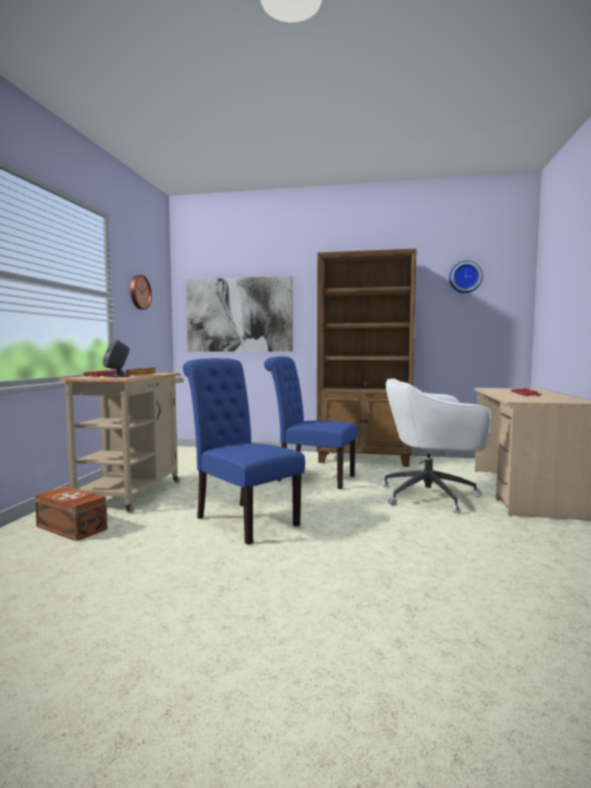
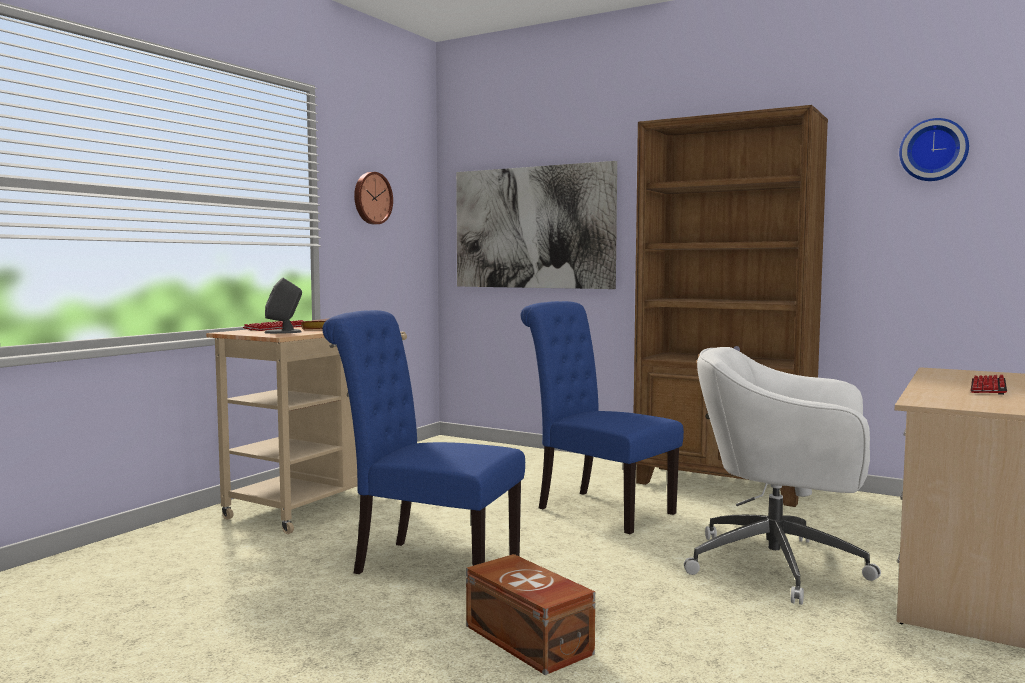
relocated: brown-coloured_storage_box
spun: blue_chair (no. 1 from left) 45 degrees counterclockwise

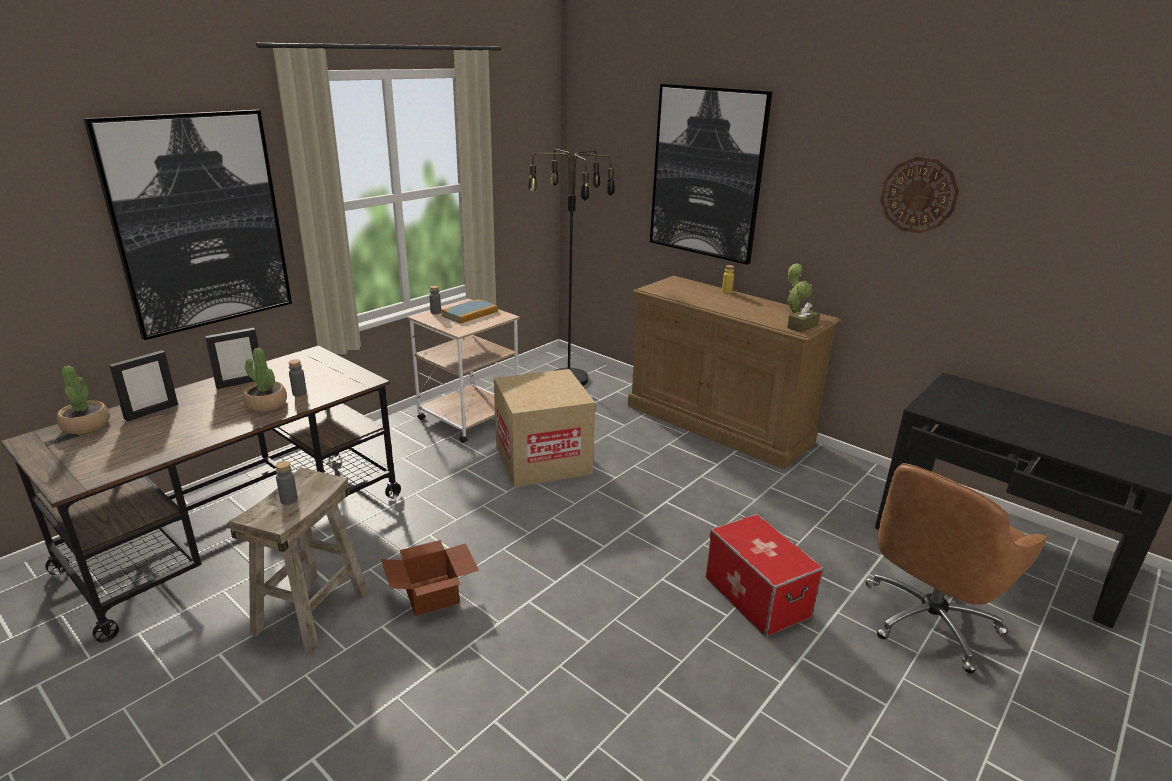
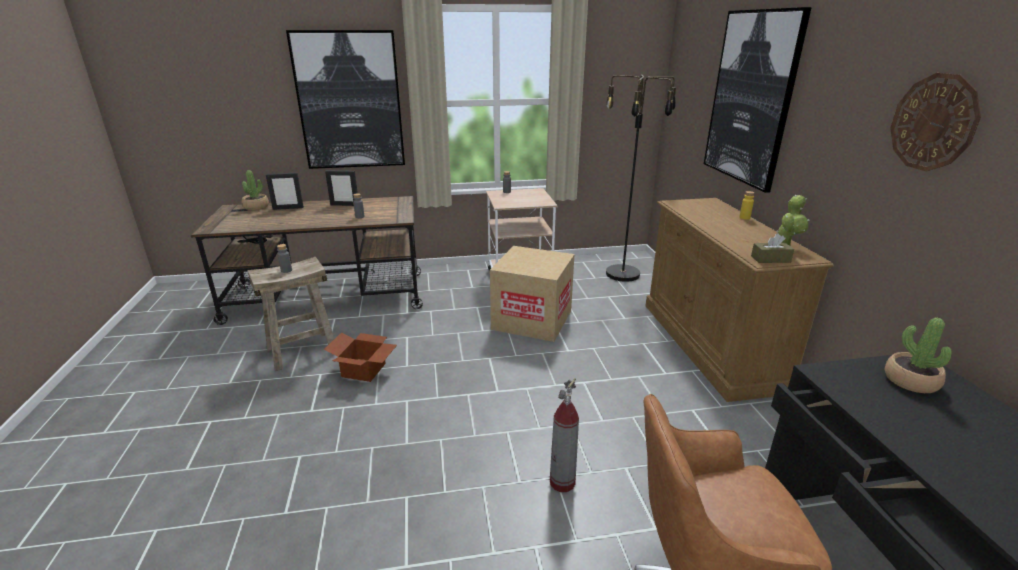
missing: volume
relocated: plant_in_a_pot (no. 2 from left in the first image) to plant_in_a_pot (no. 3 from left)
exchanged: storage_box to fire-fighting_cylinder

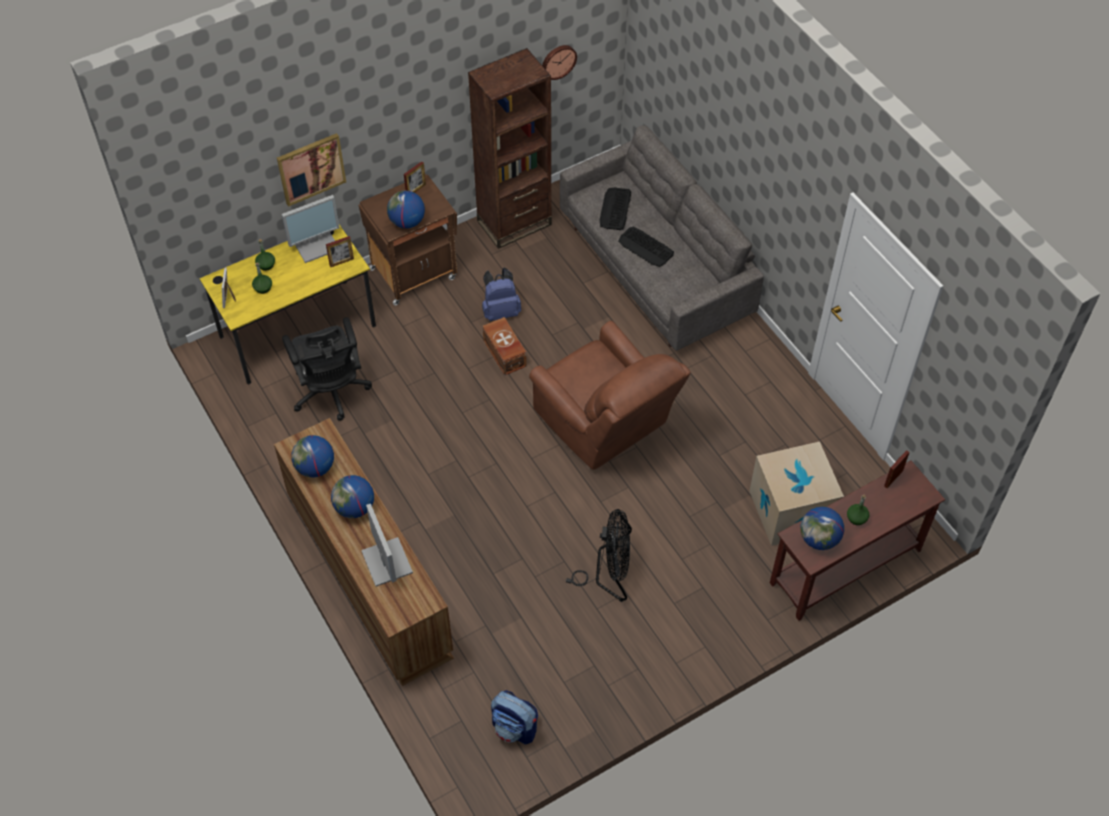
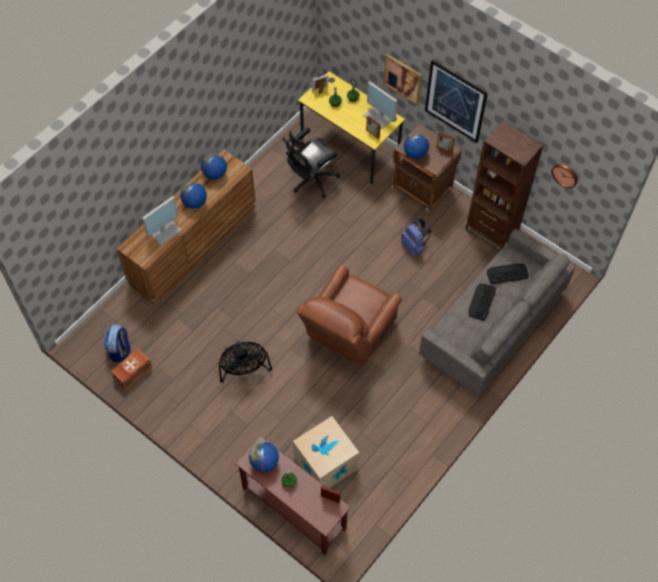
appeared: wall_picture (no. 2 from left)
relocated: brown-coloured_storage_box

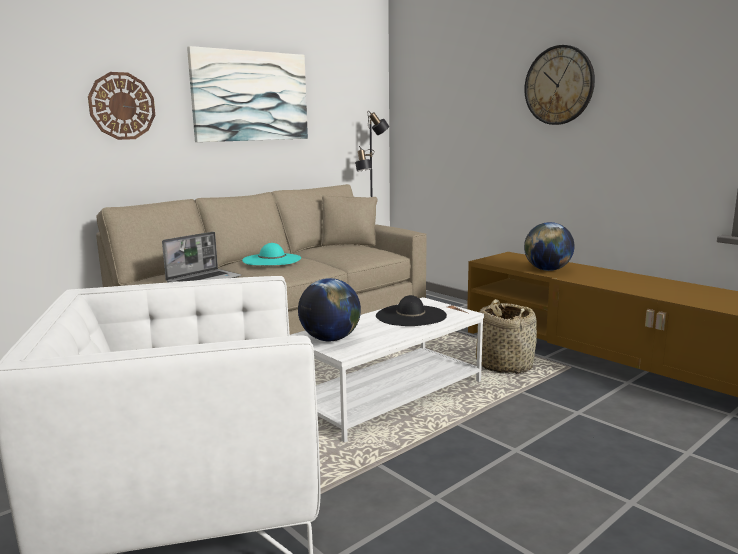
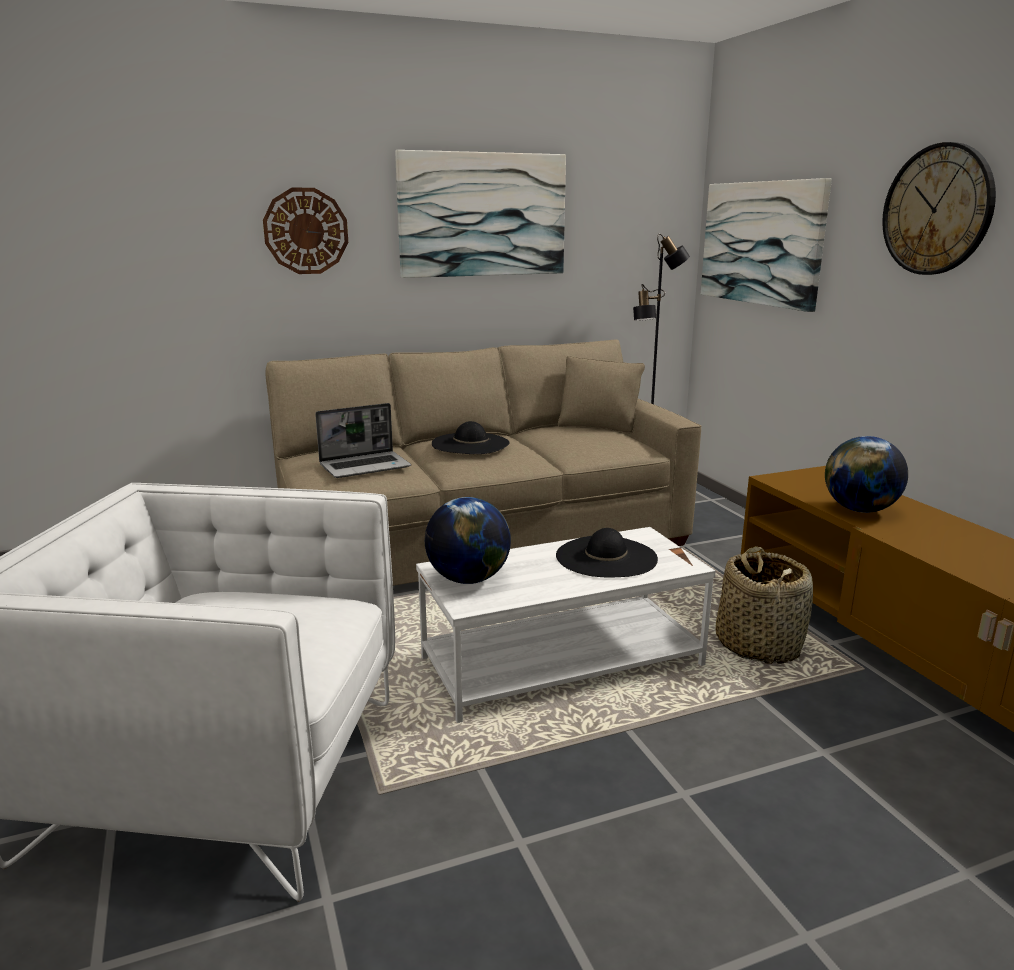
appeared: wall_picture (no. 2 from left)
colour: turquoise_wearable_hat to black_wearable_hat (no. 1 from left)

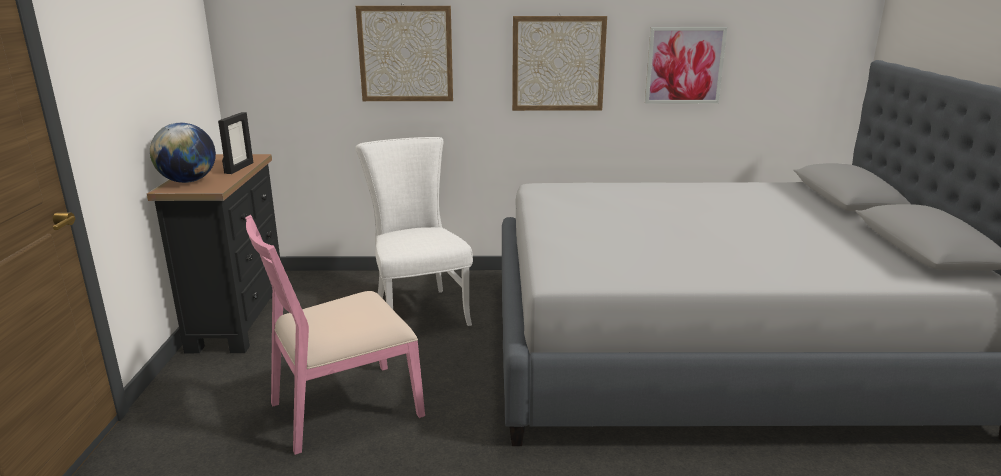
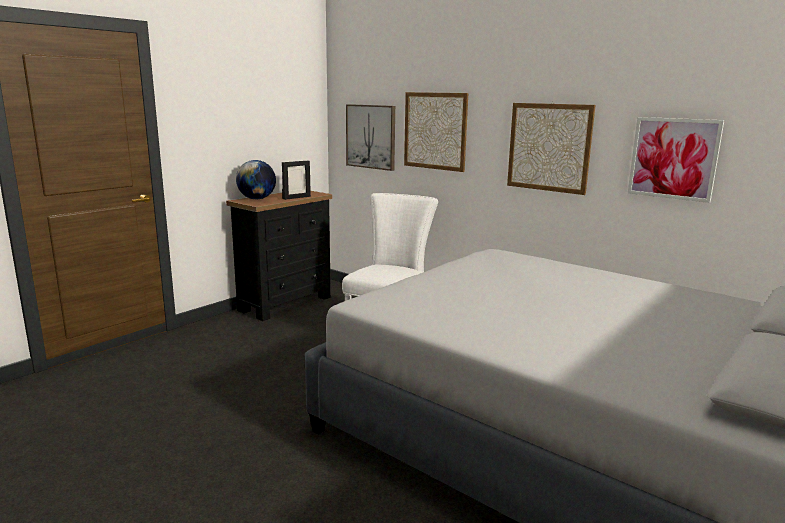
missing: pink-coloured_chair
appeared: wall_picture (no. 1 from left)

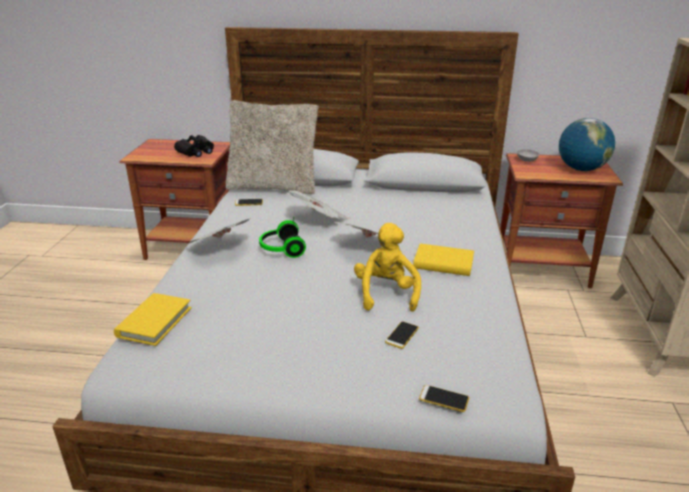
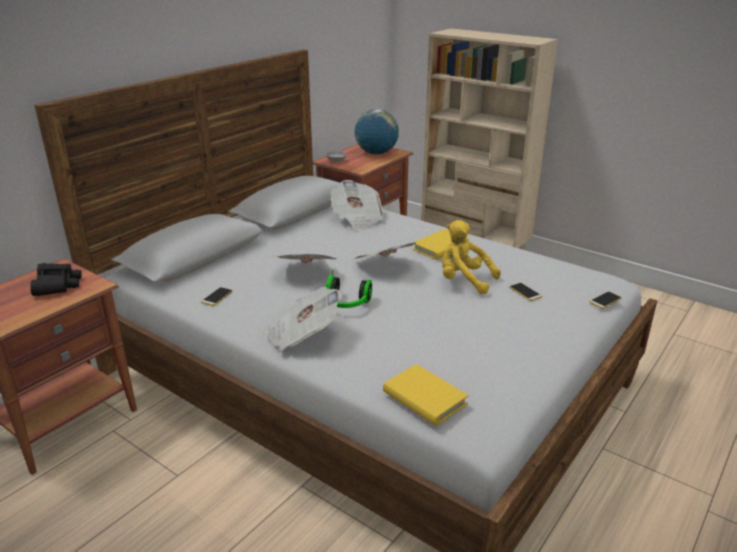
missing: sand-coloured_pillow
appeared: newspaper (no. 3 from left)

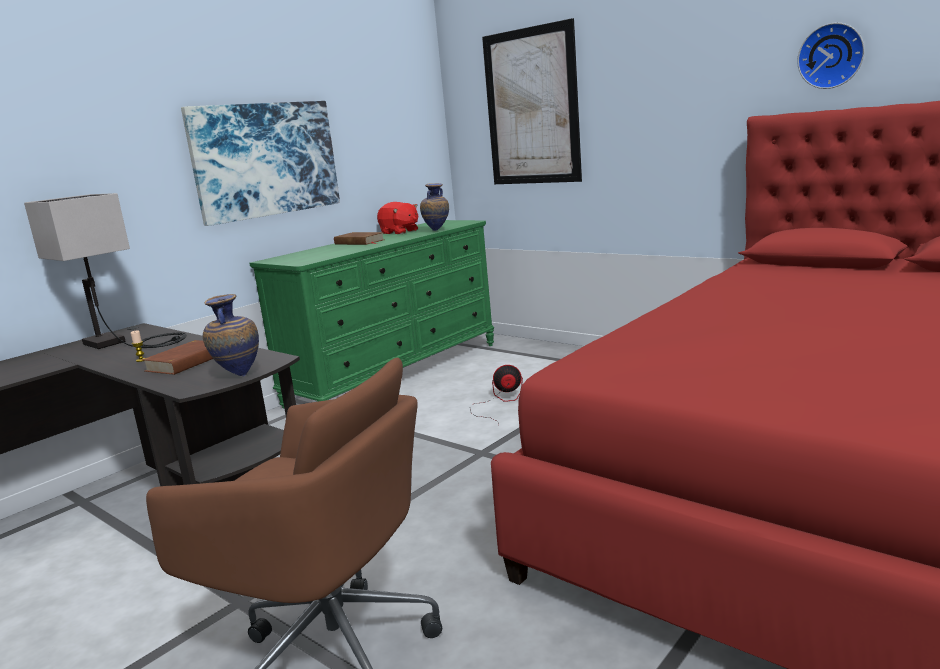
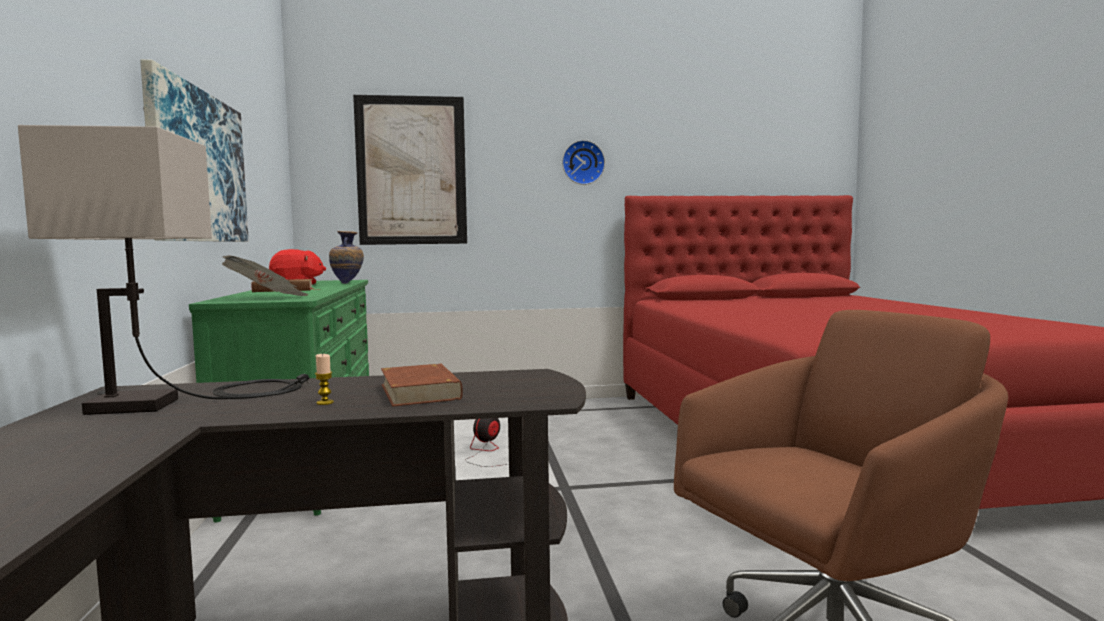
missing: decorative_vase (no. 1 from left)
appeared: newspaper
relocated: wall_clock

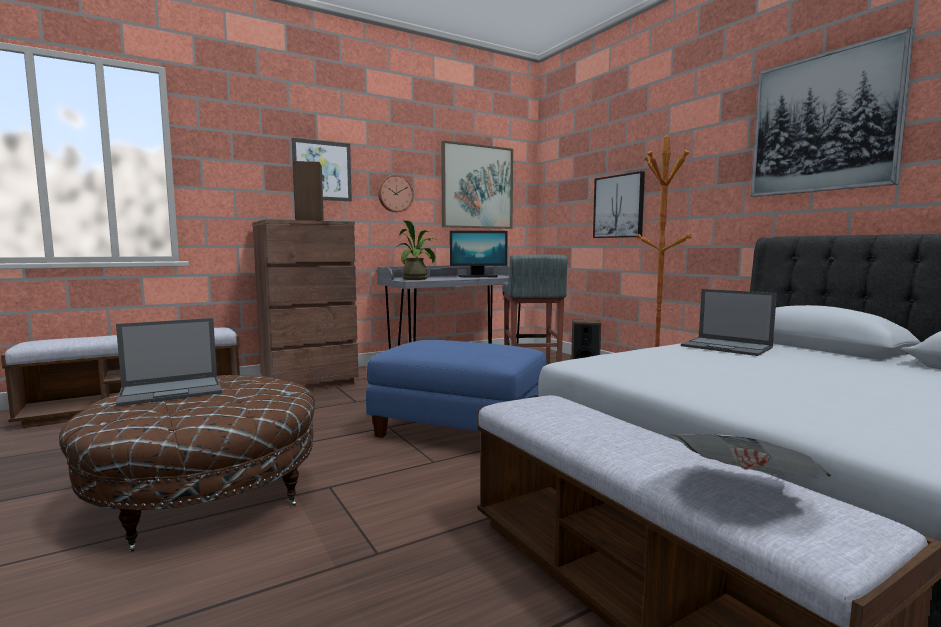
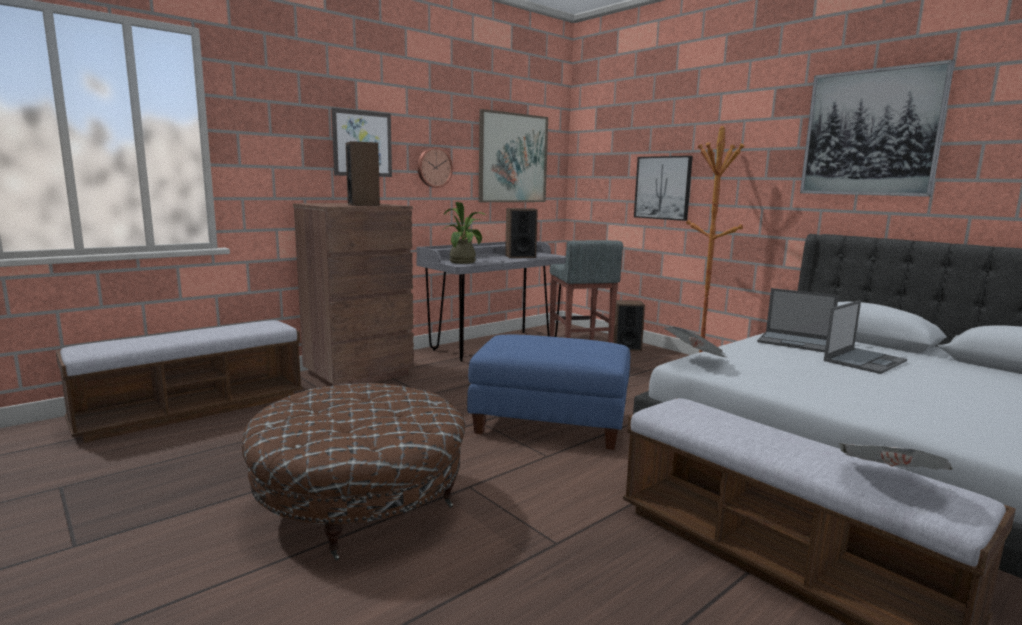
appeared: newspaper (no. 1 from left)
relocated: portable_computer (no. 1 from left in the first image) to portable_computer (no. 2 from left)
exchanged: computer_screen to speaker (no. 2 from left)

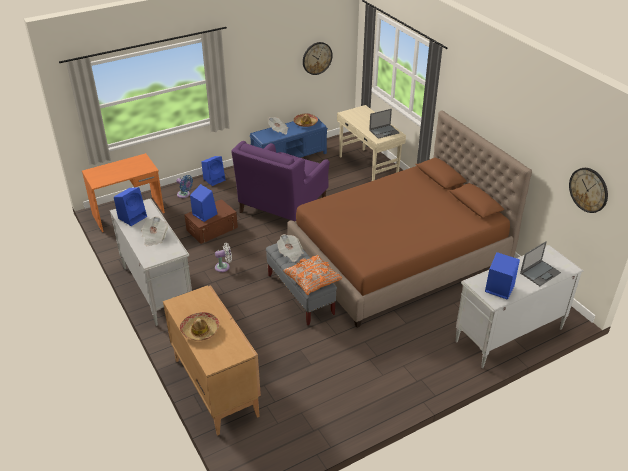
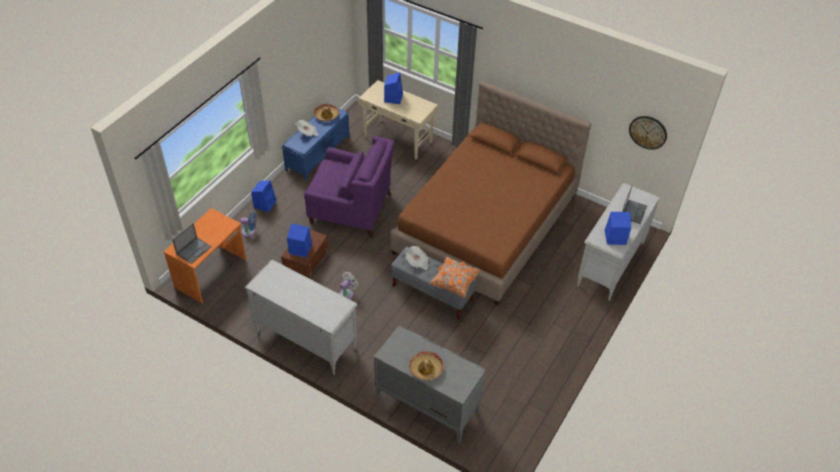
missing: newspaper (no. 1 from left); wall_clock (no. 1 from left)
relocated: blue_speaker (no. 1 from left in the first image) to blue_speaker (no. 3 from left); portable_computer (no. 1 from left)
colour: brown-coloured_cupboard to grey_cupboard
spun: purplish_armchair 75 degrees counterclockwise

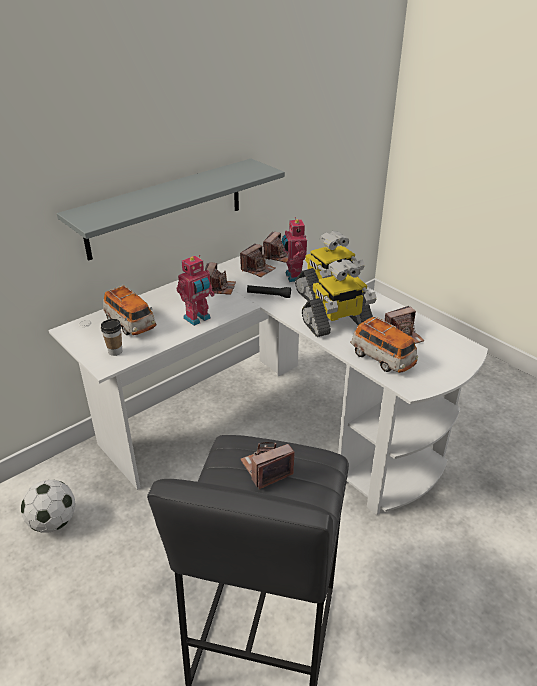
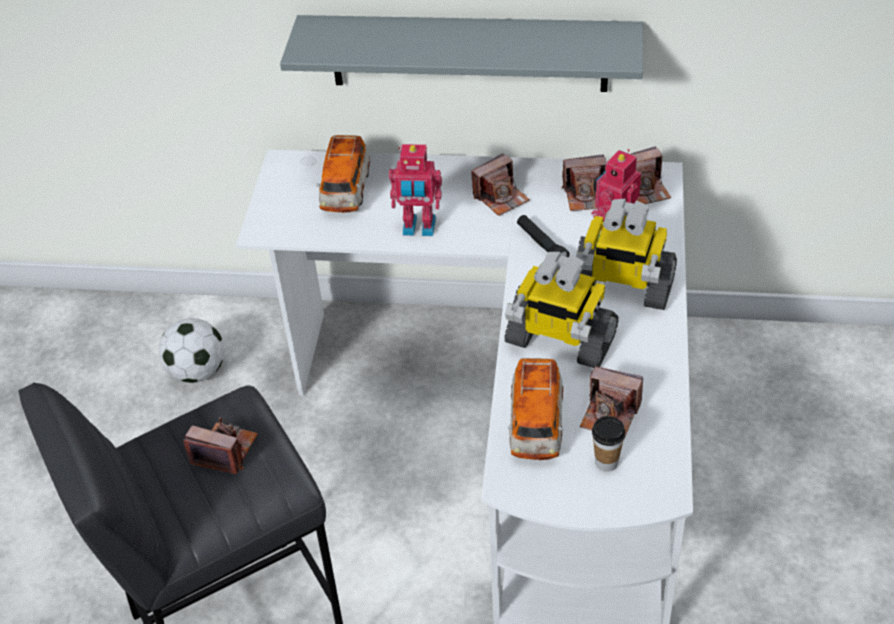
relocated: drinking_cup

